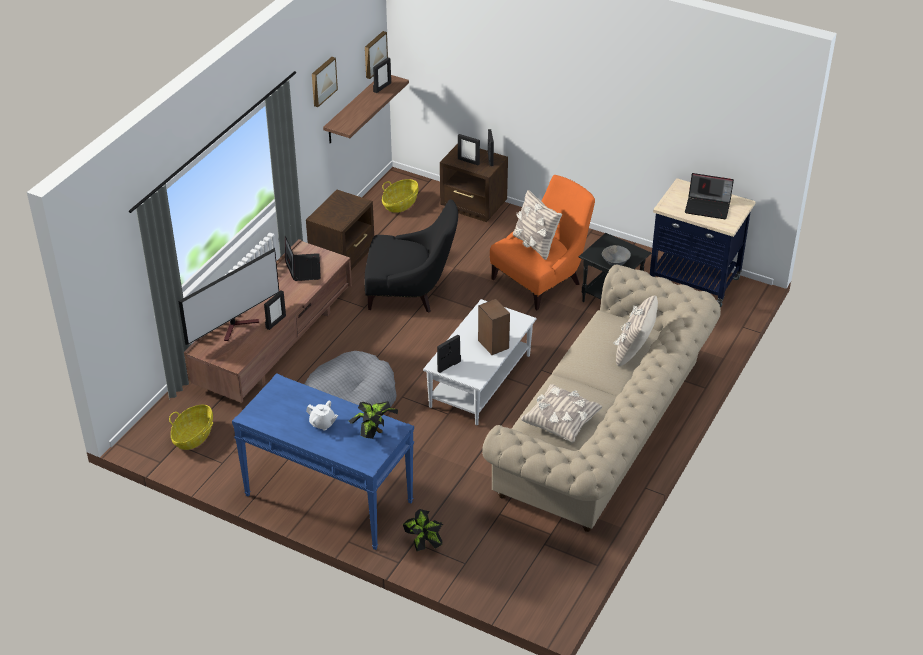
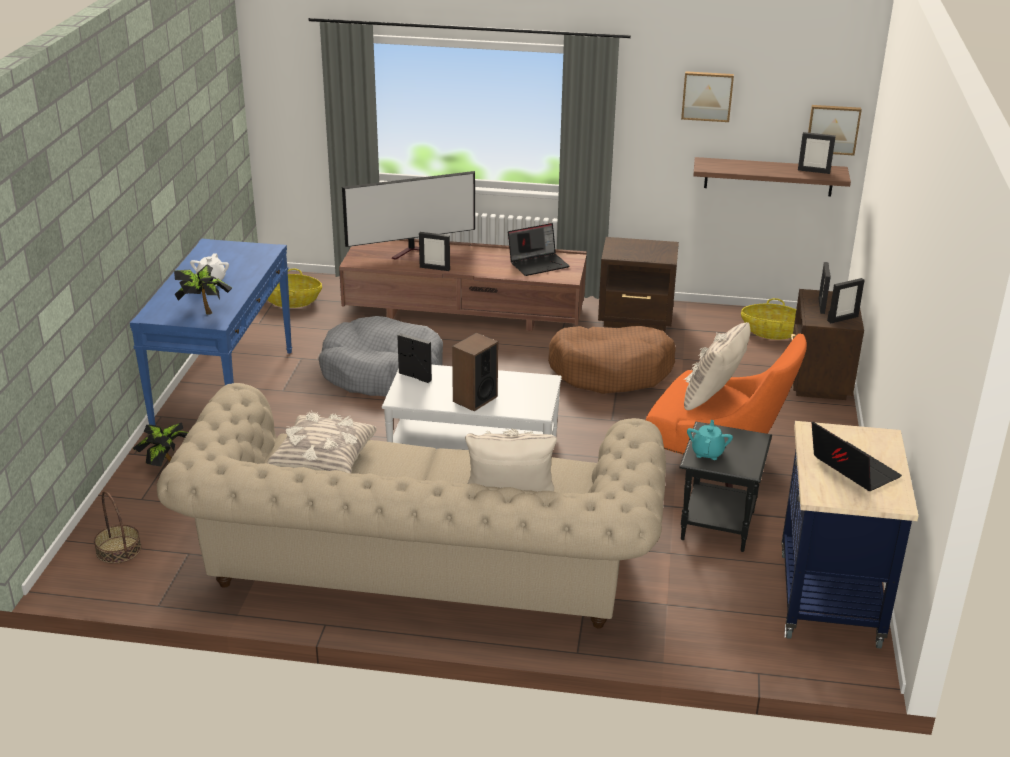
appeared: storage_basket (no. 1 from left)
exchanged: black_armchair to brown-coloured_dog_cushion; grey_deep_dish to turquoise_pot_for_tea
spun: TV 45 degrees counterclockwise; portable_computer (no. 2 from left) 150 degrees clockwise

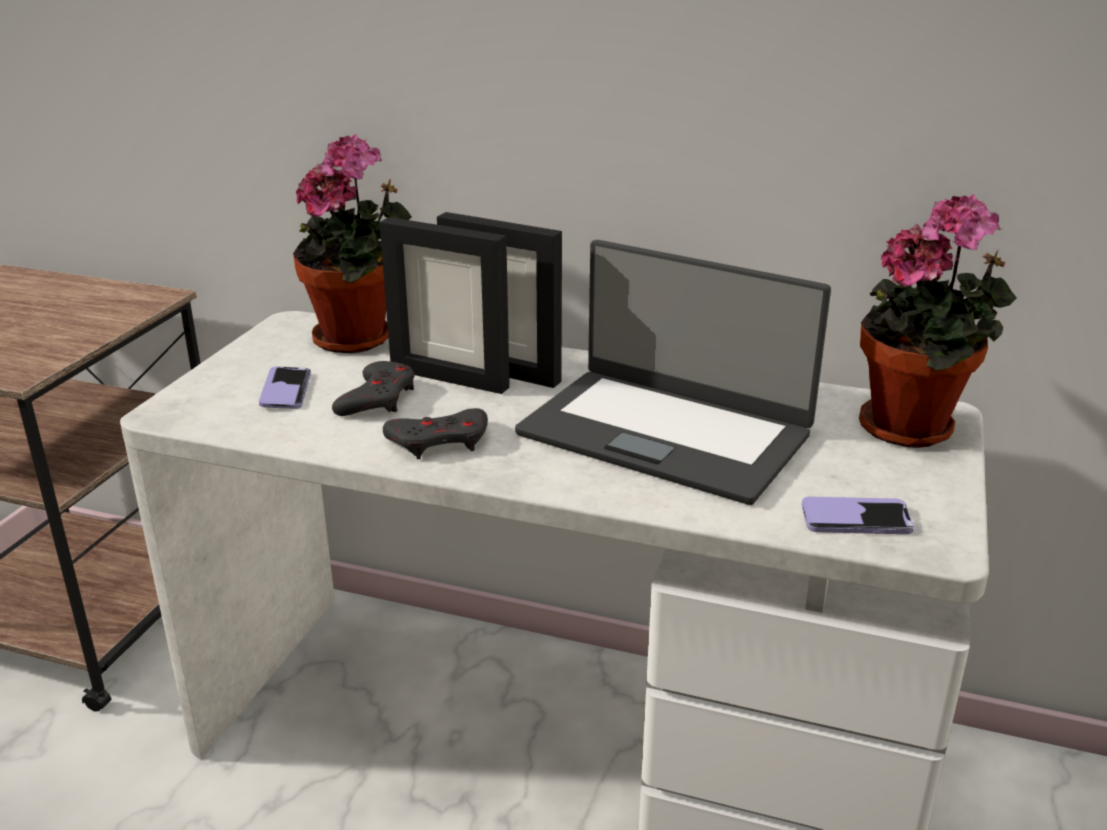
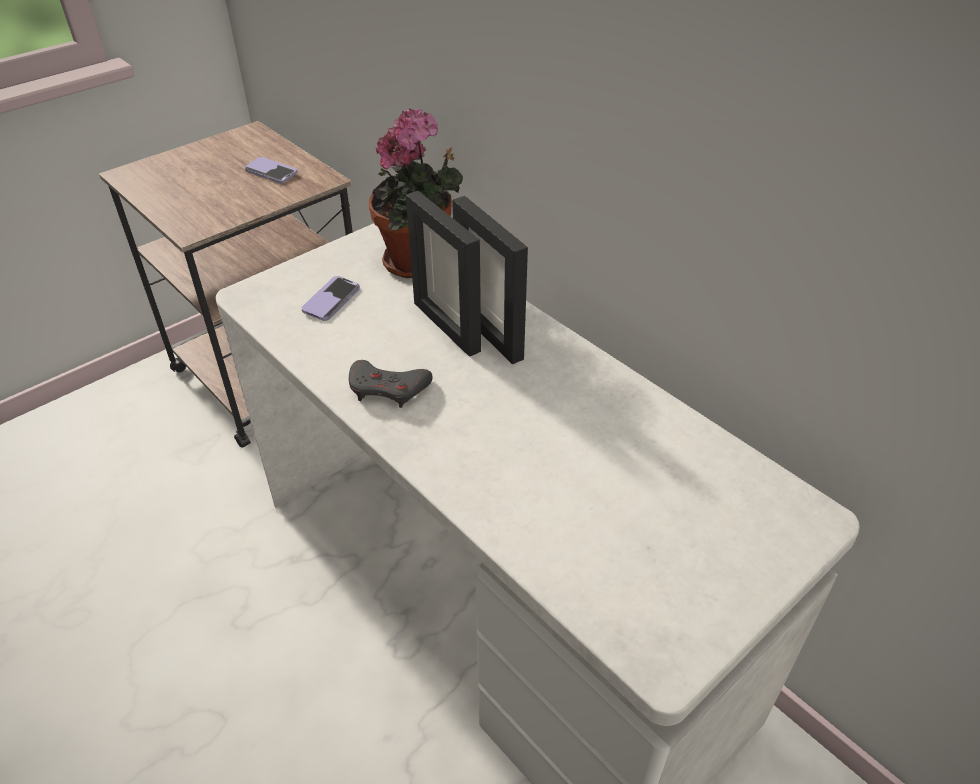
missing: grey_joypad (no. 1 from left); portable_computer; plant_in_a_pot (no. 2 from left)
relocated: telephone (no. 2 from left in the first image) to telephone (no. 1 from left)

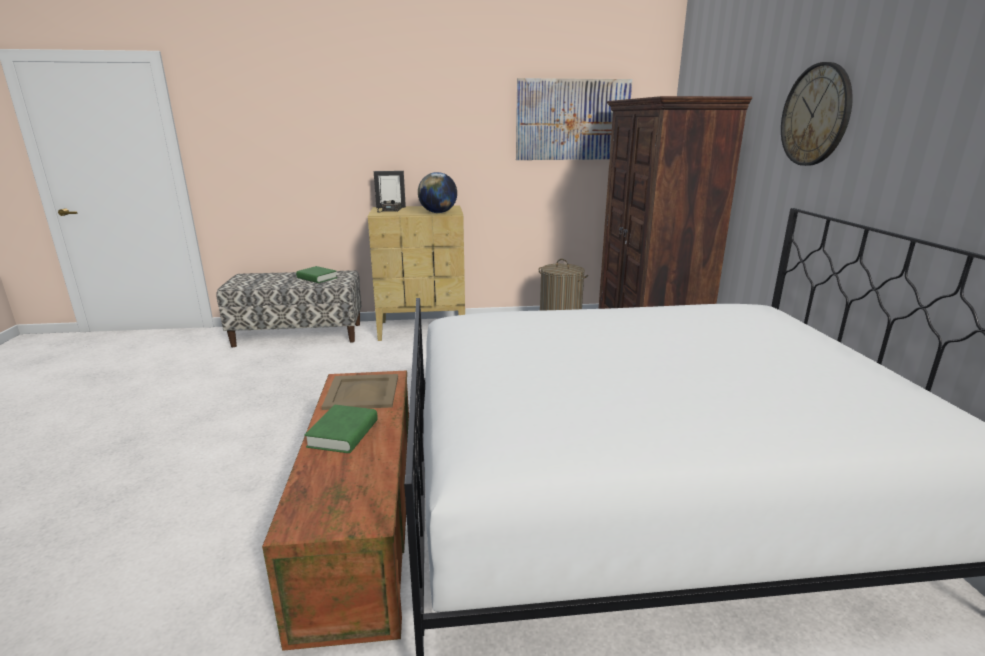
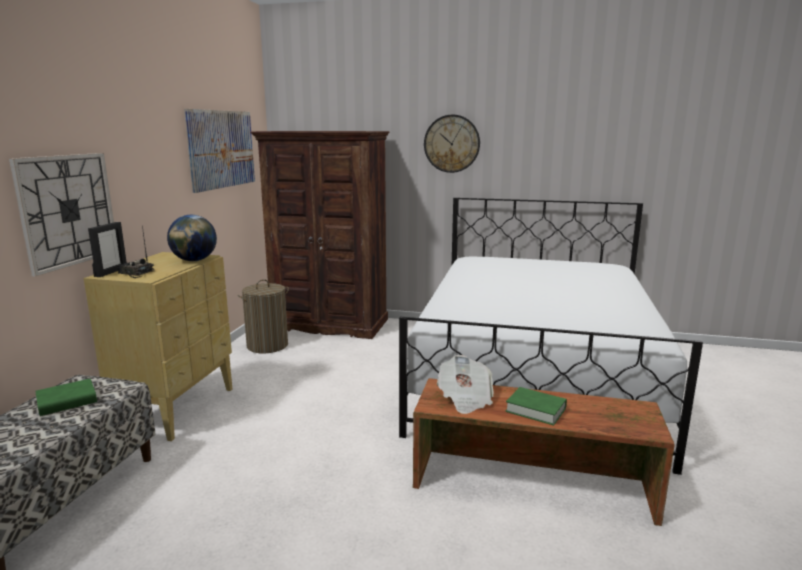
appeared: wall_clock (no. 1 from left)
exchanged: sand-coloured_carrying_tray to newspaper

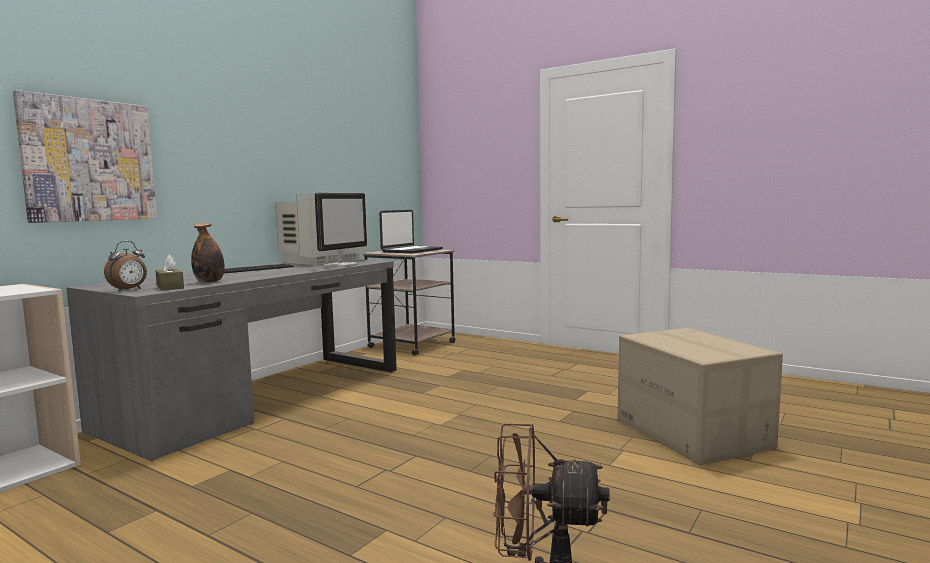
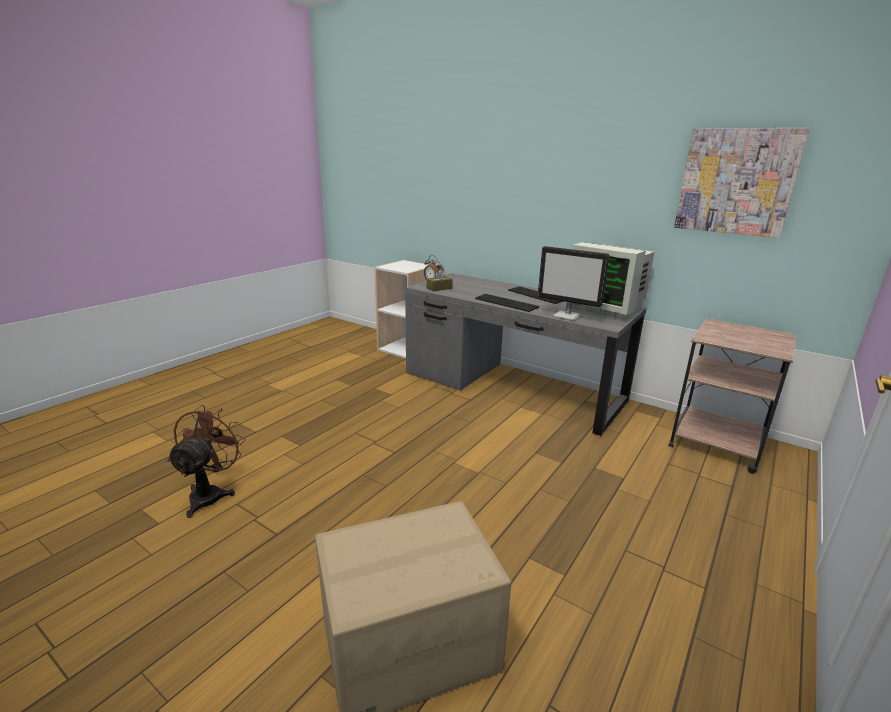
missing: drink_bottle; portable_computer
appeared: keyboard (no. 1 from left)
relocated: wall_picture

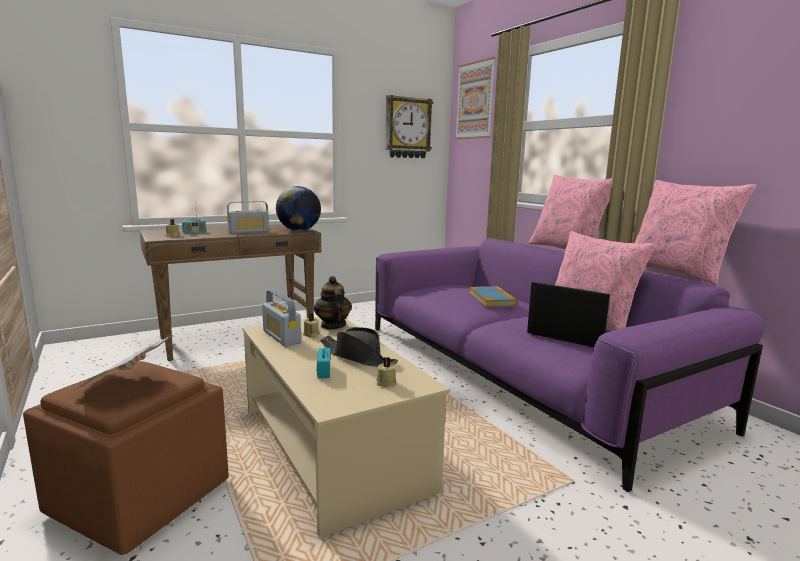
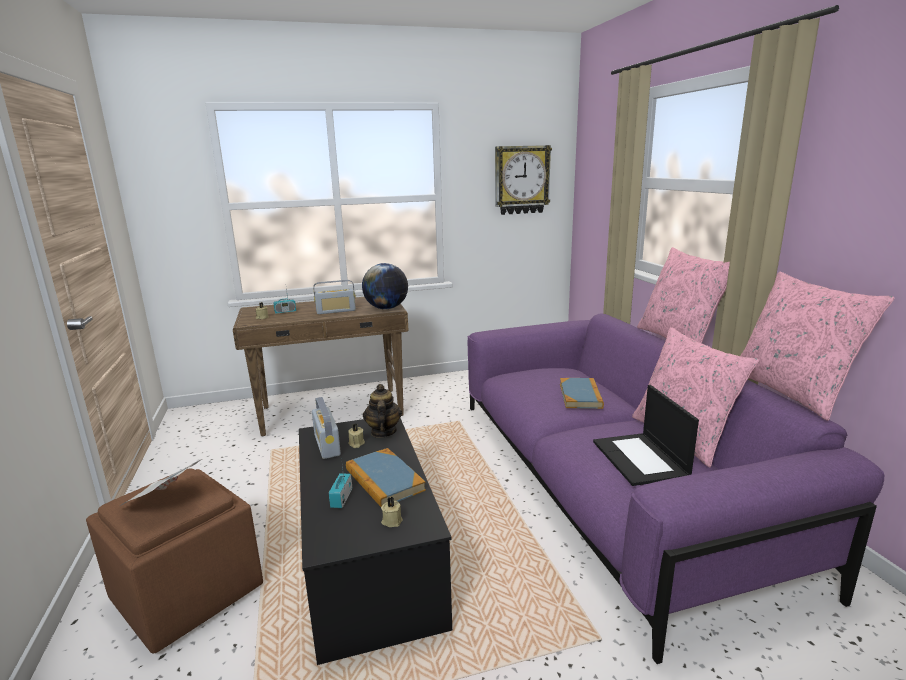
missing: wall_picture
exchanged: black_wearable_hat to volume (no. 1 from left)
colour: sand-coloured_low_table to black_low_table
spun: portable_computer 150 degrees counterclockwise

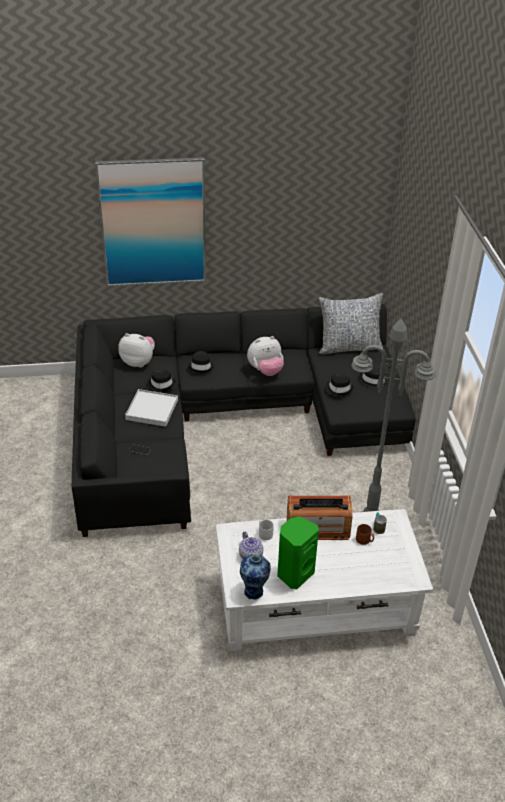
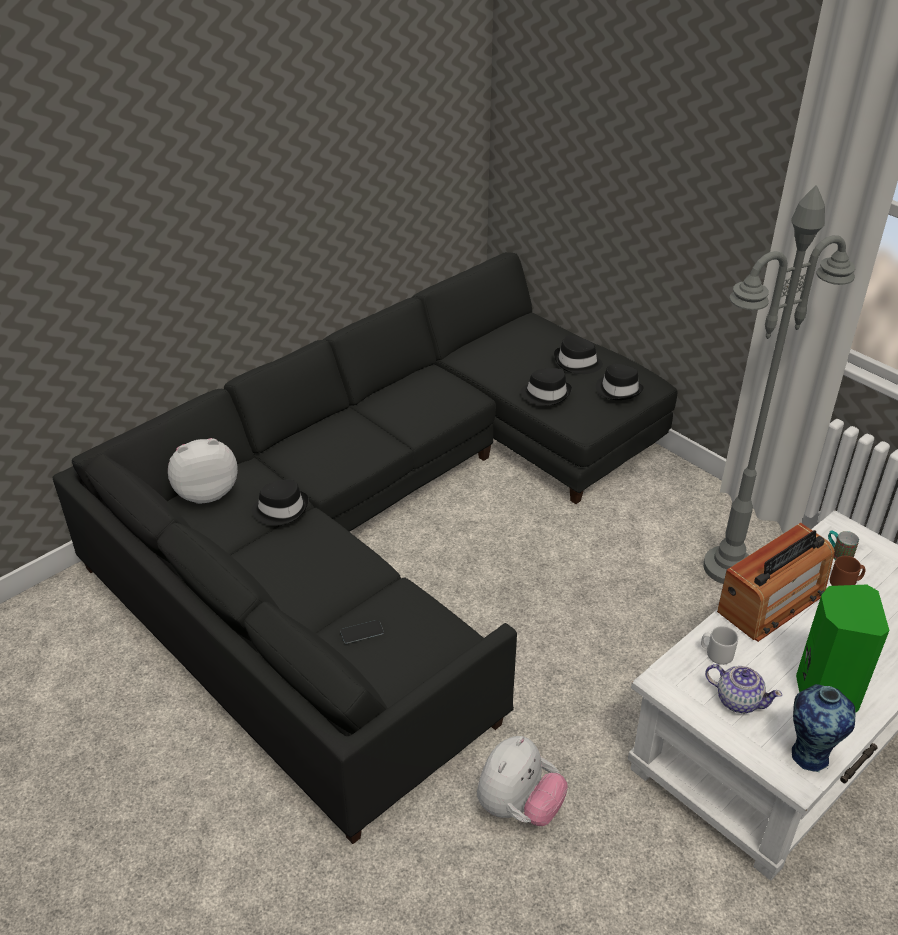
missing: wall_picture; whitish_carrying_tray; pillow
relocated: black_wearable_hat (no. 2 from left in the first image) to black_wearable_hat (no. 4 from left); plush_toy (no. 2 from left)

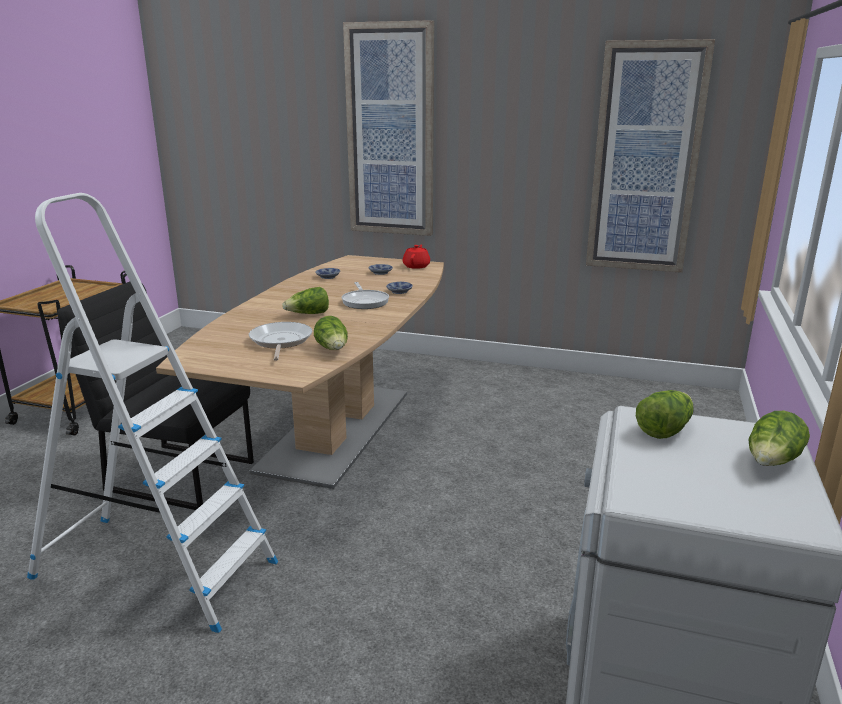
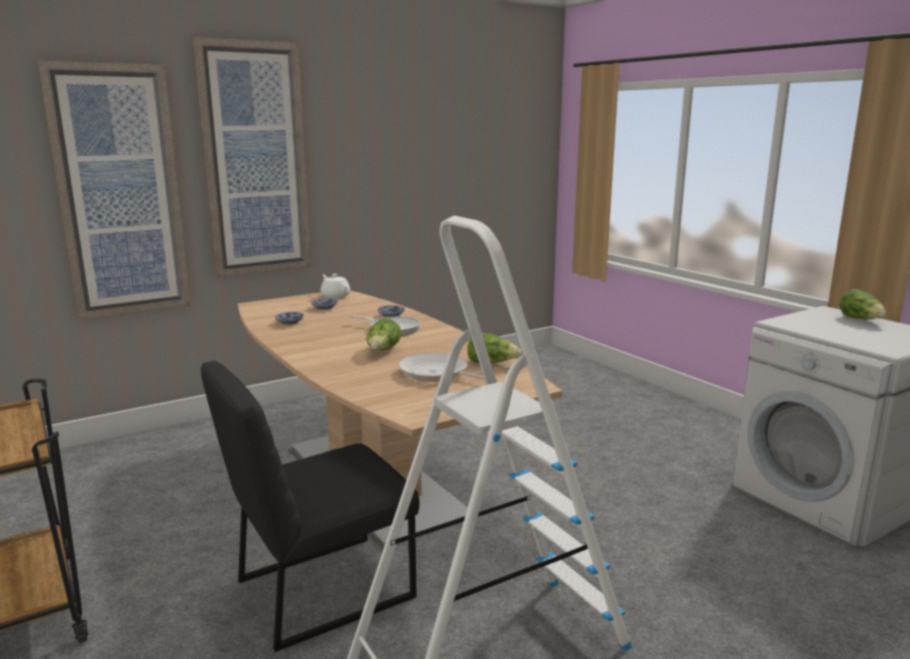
missing: lettuce_head (no. 3 from left)
relocated: wall_picture (no. 2 from left in the first image) to wall_picture (no. 1 from left)
colour: red-coloured_pot_for_tea to whitish_pot_for_tea

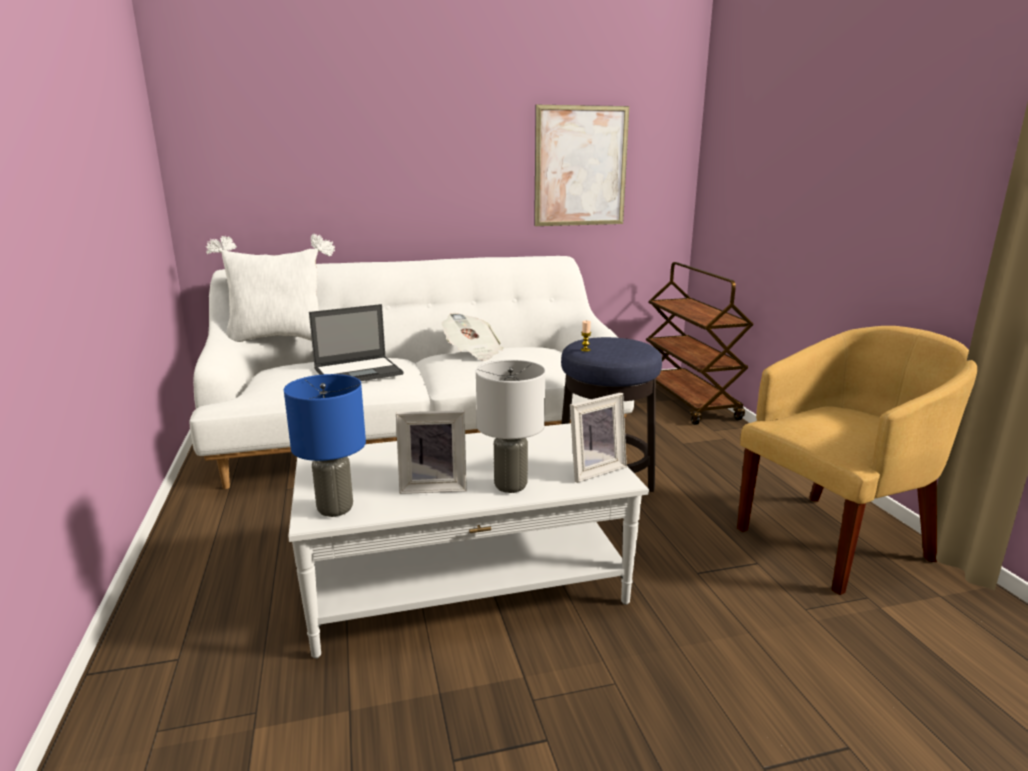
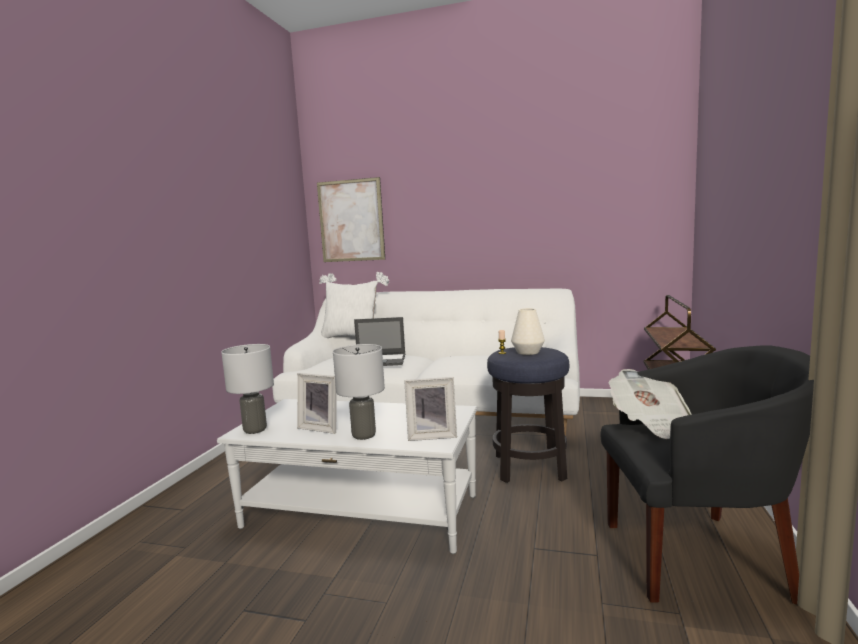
appeared: whitish_decorative_vase
relocated: newspaper; wall_picture
colour: blue_lamp_for_a_table to whitish_lamp_for_a_table (no. 1 from left); yellow_armchair to black_armchair

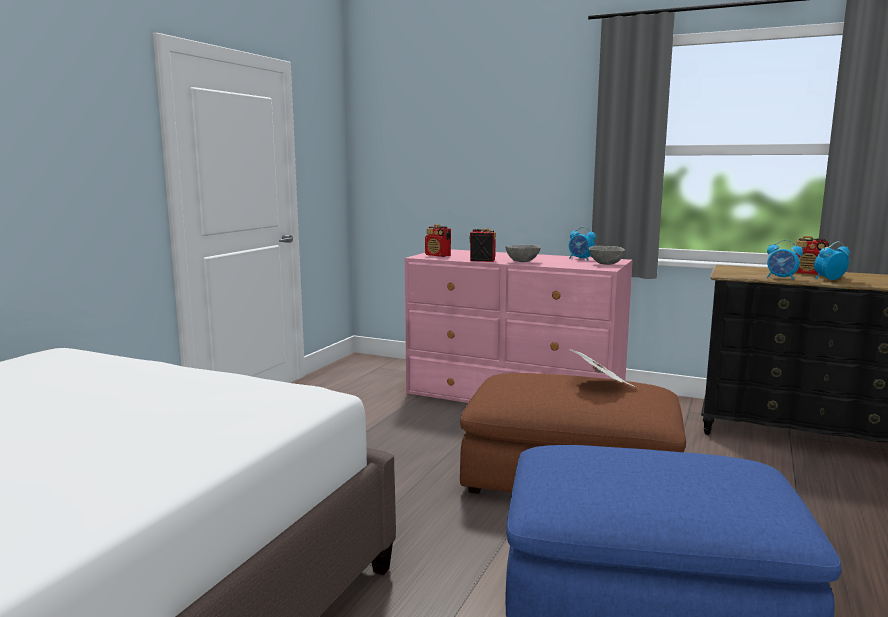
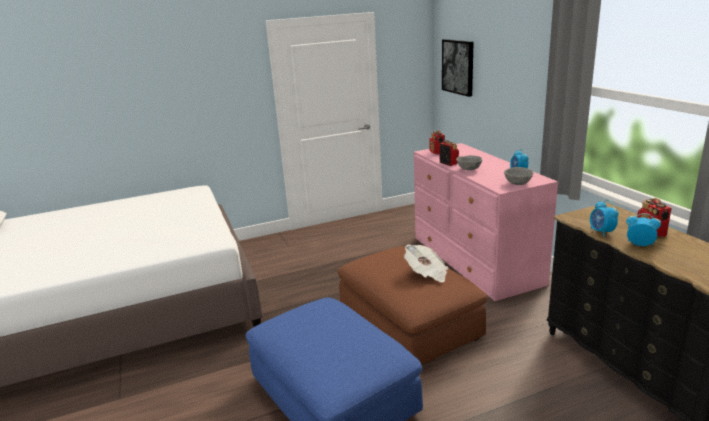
appeared: wall_picture

